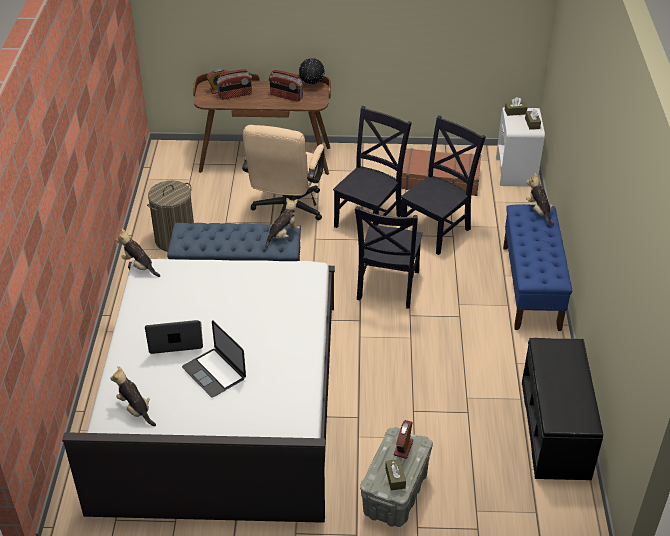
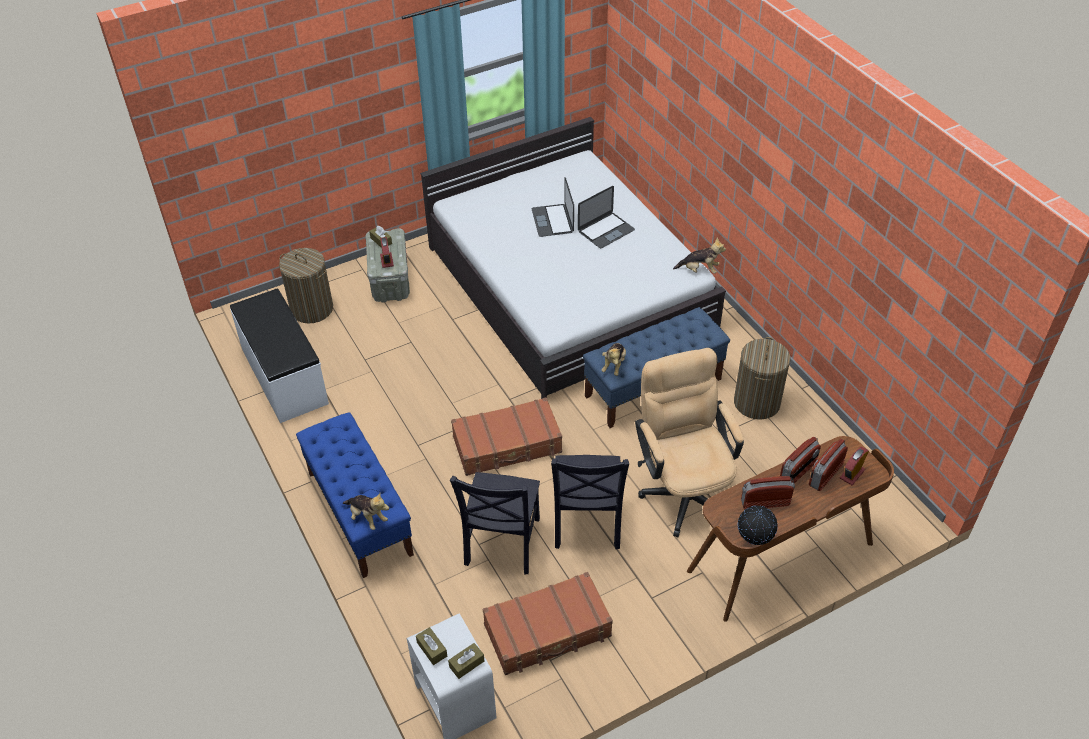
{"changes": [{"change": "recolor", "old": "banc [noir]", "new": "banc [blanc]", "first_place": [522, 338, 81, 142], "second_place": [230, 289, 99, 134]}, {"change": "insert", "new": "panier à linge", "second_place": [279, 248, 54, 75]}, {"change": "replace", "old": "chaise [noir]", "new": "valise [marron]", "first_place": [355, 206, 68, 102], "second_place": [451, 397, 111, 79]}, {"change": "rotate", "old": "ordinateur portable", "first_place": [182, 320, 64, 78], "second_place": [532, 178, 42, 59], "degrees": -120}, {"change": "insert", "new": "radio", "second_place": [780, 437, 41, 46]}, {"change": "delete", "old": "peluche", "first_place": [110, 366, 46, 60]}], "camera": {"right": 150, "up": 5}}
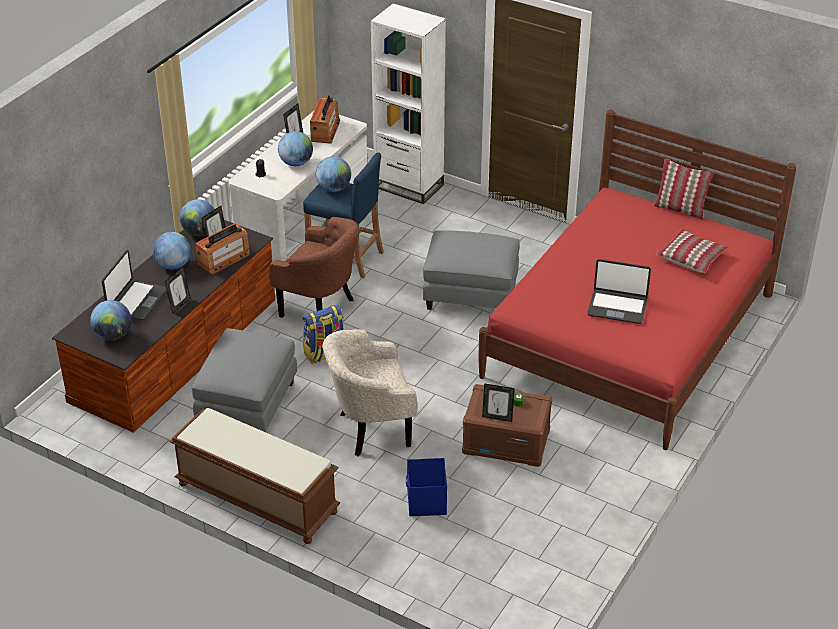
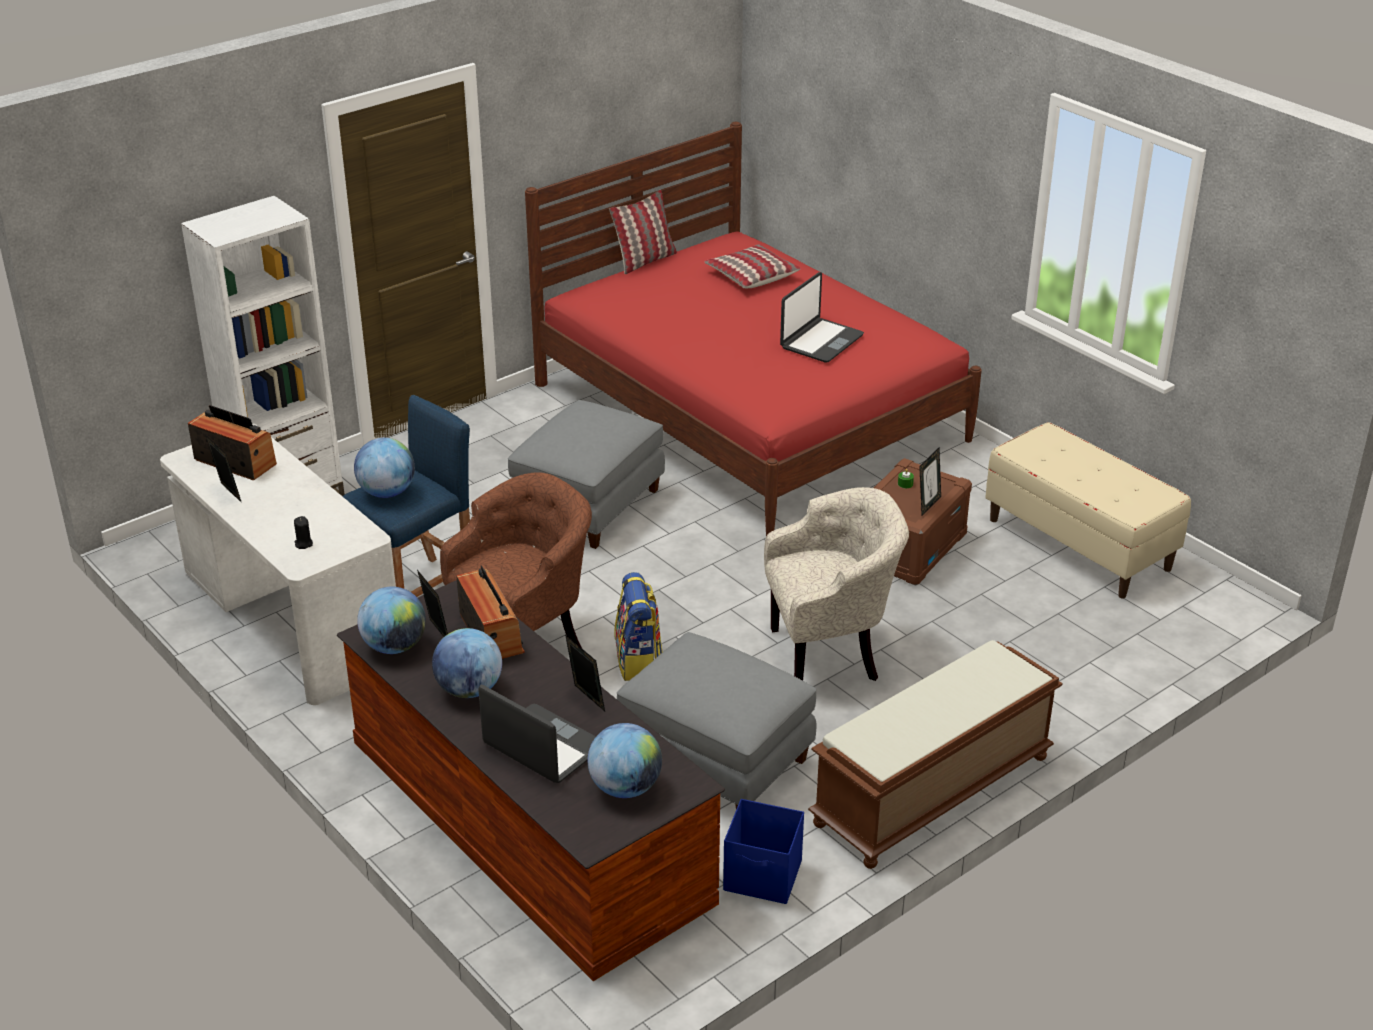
{"changes": [{"change": "move", "old": "boîte de rangement [bleu]", "first_place": [406, 458, 41, 58], "second_place": [723, 799, 81, 105]}, {"change": "rotate", "old": "fauteuil [beige]", "first_place": [322, 329, 95, 127], "second_place": [764, 487, 145, 194], "degrees": -105}, {"change": "insert", "new": "banc [beige]", "second_place": [985, 422, 206, 176]}, {"change": "delete", "old": "globe", "first_place": [278, 131, 35, 35]}], "camera": {"right": -70, "up": -5}}
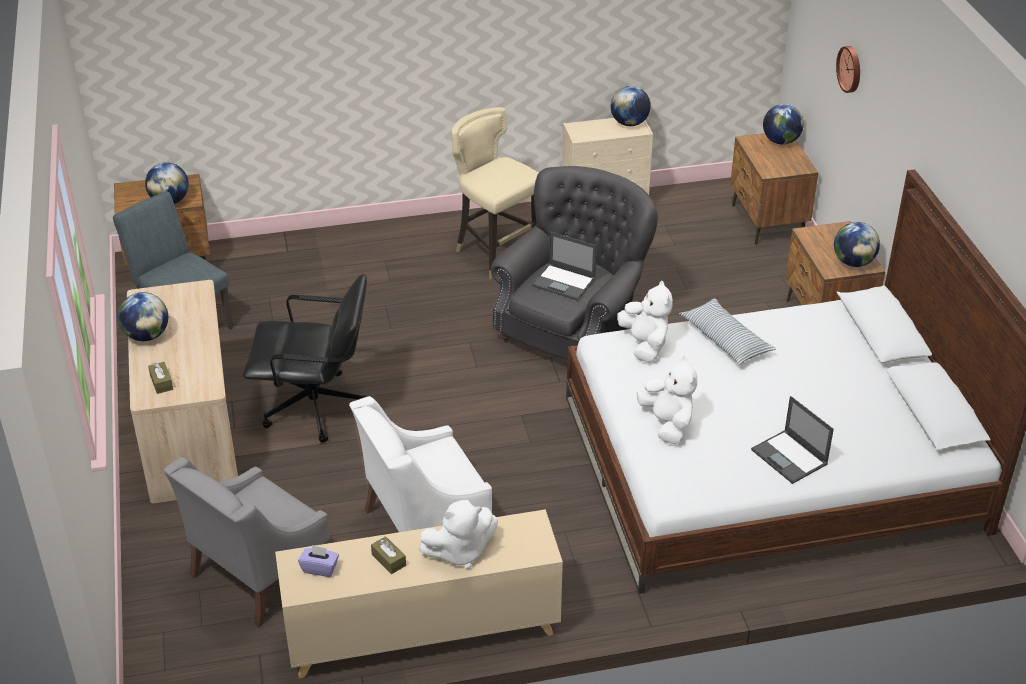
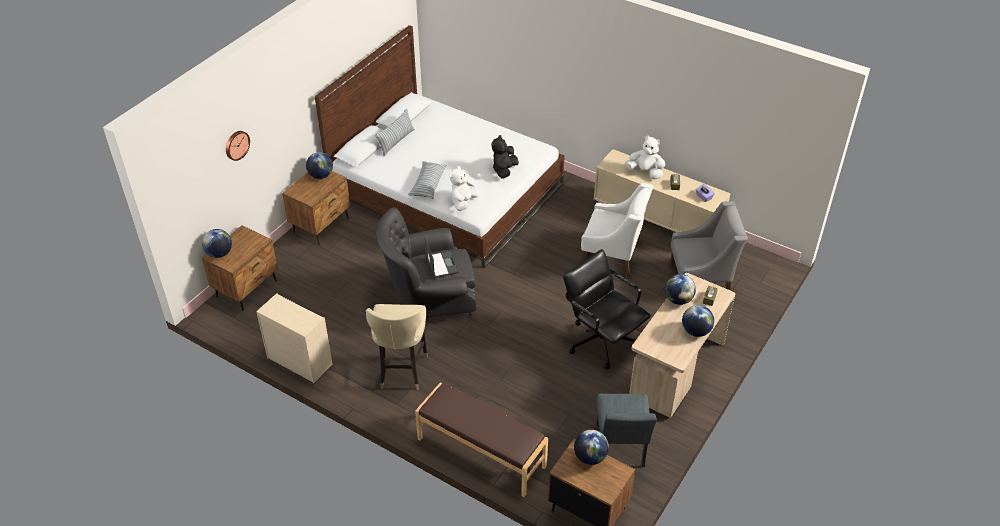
{"changes": [{"change": "insert", "new": "coussin", "second_place": [375, 109, 40, 47]}, {"change": "insert", "new": "banc [marron]", "second_place": [415, 383, 133, 114]}, {"change": "recolor", "old": "peluche [blanc]", "new": "peluche [noir]", "first_place": [637, 356, 60, 88], "second_place": [492, 135, 27, 44]}, {"change": "move", "old": "globe", "first_place": [611, 86, 40, 40], "second_place": [665, 274, 31, 31]}, {"change": "delete", "old": "ordinateur portable", "first_place": [751, 396, 83, 88]}], "camera": {"right": -135, "up": 5}}
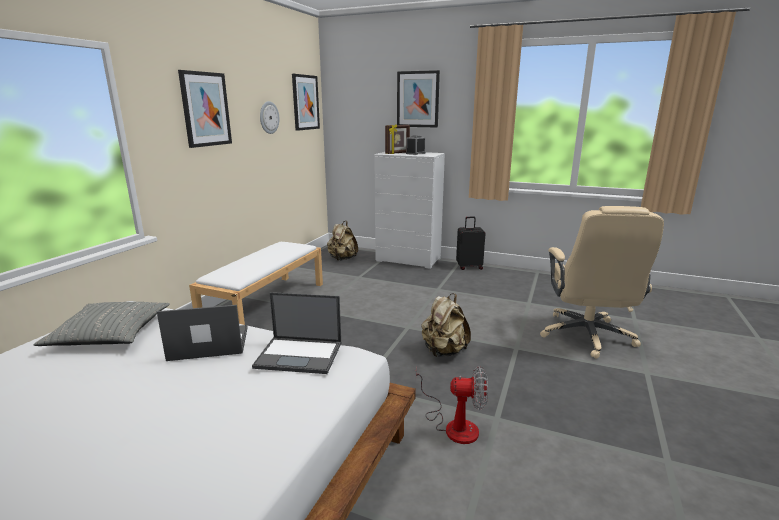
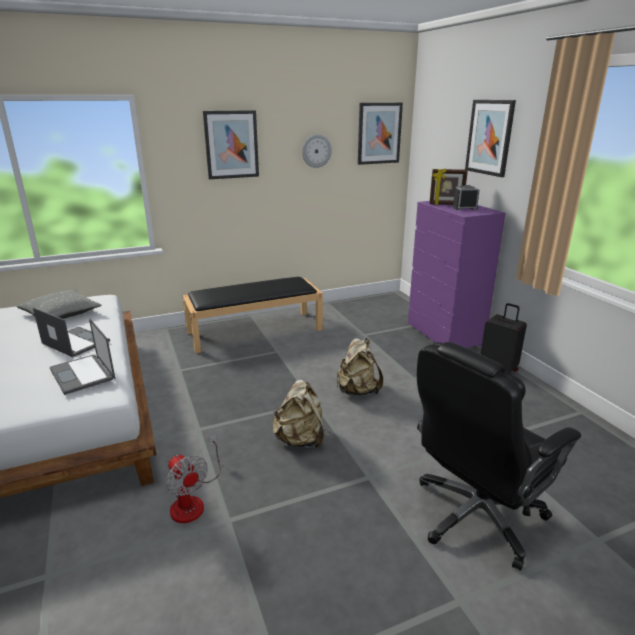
{"changes": [{"change": "recolor", "old": "banc [blanc]", "new": "banc [noir]", "first_place": [189, 242, 134, 83], "second_place": [183, 277, 140, 76]}, {"change": "move", "old": "sac à dos [beige]", "first_place": [327, 221, 31, 40], "second_place": [337, 338, 46, 58]}, {"change": "recolor", "old": "commode [blanc]", "new": "commode [violet]", "first_place": [374, 152, 71, 117], "second_place": [408, 201, 98, 147]}, {"change": "recolor", "old": "chaise de bureau [beige]", "new": "chaise de bureau [noir]", "first_place": [540, 206, 124, 153], "second_place": [417, 342, 164, 229]}], "camera": {"right": 45, "up": 5}}
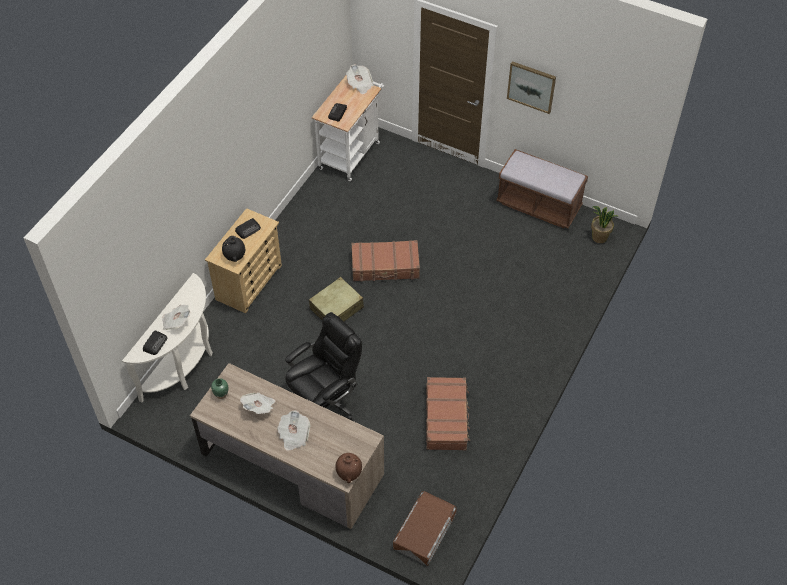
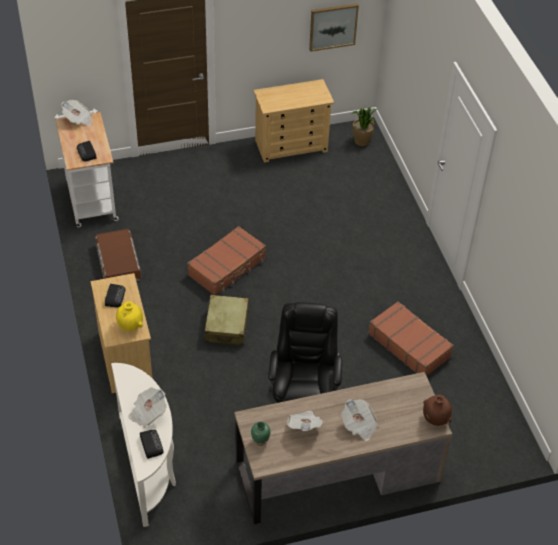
{"changes": [{"change": "move", "old": "boîte de rangement [marron]", "first_place": [393, 491, 64, 75], "second_place": [95, 229, 47, 52]}, {"change": "recolor", "old": "vase [noir]", "new": "vase [jaune]", "first_place": [222, 236, 23, 26], "second_place": [116, 301, 27, 30]}, {"change": "replace", "old": "banc [marron]", "new": "commode [beige]", "first_place": [496, 149, 92, 80], "second_place": [253, 79, 81, 84]}, {"change": "move", "old": "tableau", "first_place": [507, 61, 49, 53], "second_place": [309, 3, 50, 49]}], "camera": {"right": -45, "up": -5}}
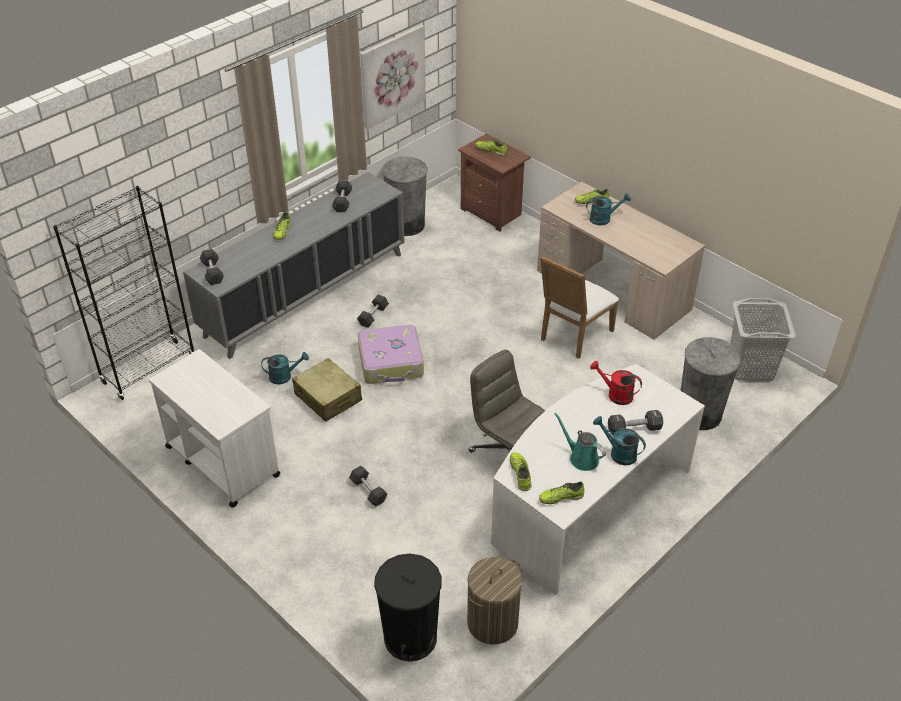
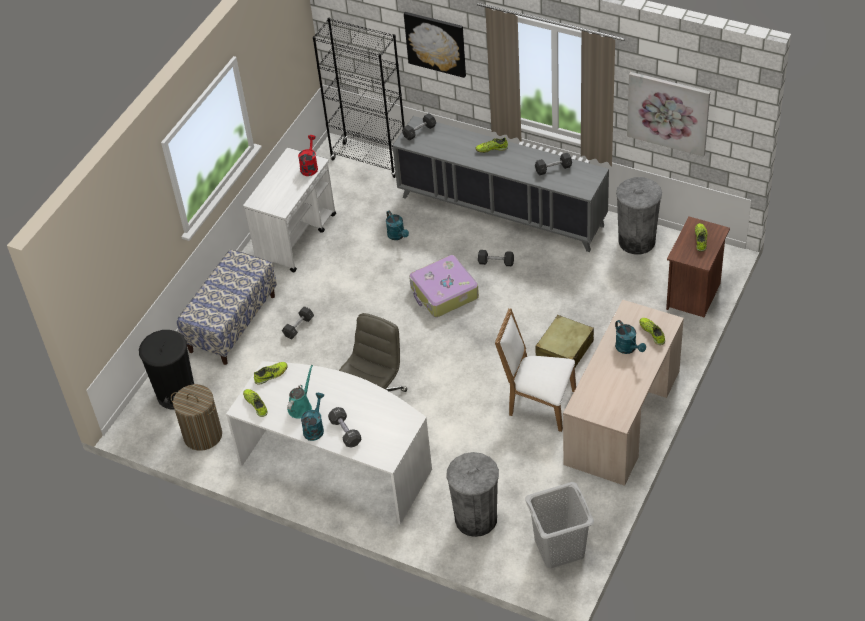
{"changes": [{"change": "insert", "new": "banc", "second_place": [177, 249, 100, 116]}, {"change": "move", "old": "arrosoir [rouge]", "first_place": [590, 361, 52, 44], "second_place": [298, 135, 20, 41]}, {"change": "insert", "new": "tableau", "second_place": [404, 12, 62, 66]}, {"change": "move", "old": "valise [beige]", "first_place": [292, 358, 70, 64], "second_place": [535, 315, 59, 52]}], "camera": {"right": 75, "up": 5}}
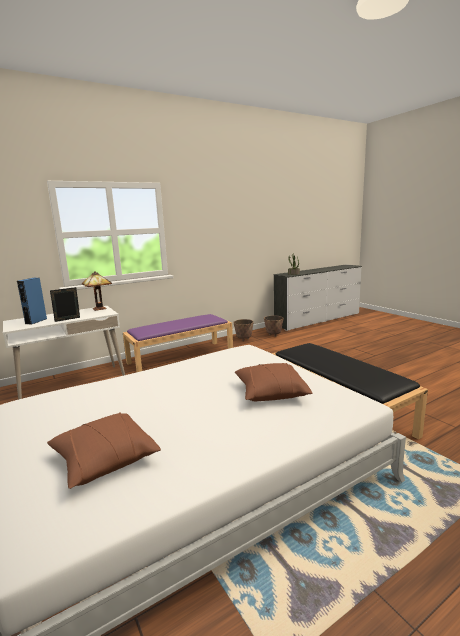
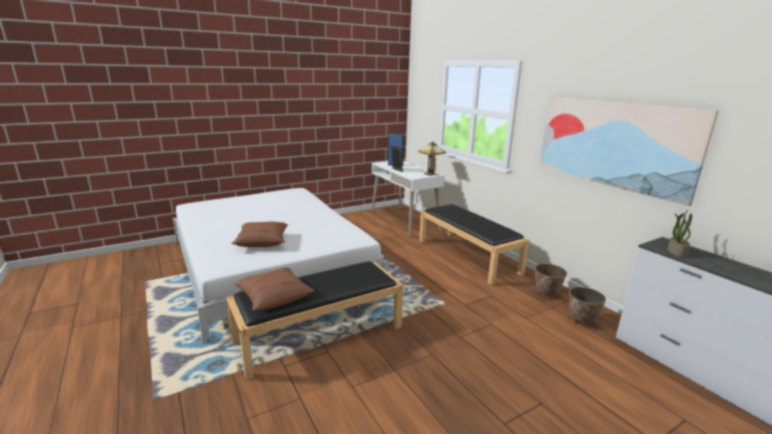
{"changes": [{"change": "move", "old": "coussin [marron]", "first_place": [47, 412, 114, 77], "second_place": [234, 267, 81, 44]}, {"change": "recolor", "old": "banc [violet]", "new": "banc [noir]", "first_place": [123, 314, 110, 58], "second_place": [419, 204, 110, 81]}, {"change": "insert", "new": "tableau", "second_place": [539, 97, 180, 109]}], "camera": {"right": 90, "up": 5}}
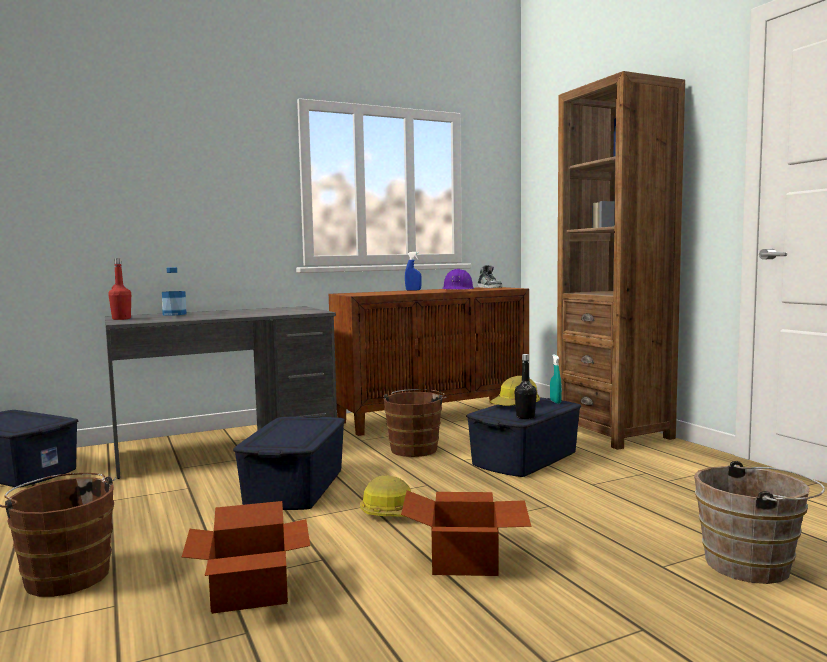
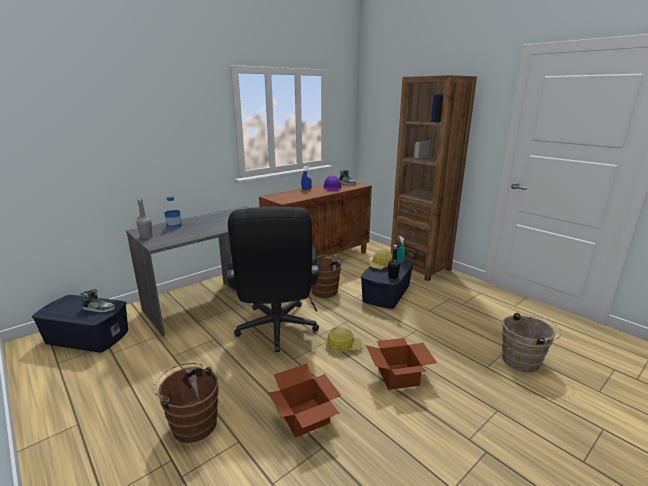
{"changes": [{"change": "insert", "new": "chaussure", "second_place": [81, 289, 34, 23]}, {"change": "recolor", "old": "bouteille [rouge]", "new": "bouteille [gris]", "first_place": [108, 259, 23, 61], "second_place": [136, 199, 17, 40]}, {"change": "replace", "old": "boîte de rangement [bleu]", "new": "chaise de bureau [noir]", "first_place": [233, 416, 112, 94], "second_place": [227, 206, 92, 146]}], "camera": {"right": -15, "up": 15}}
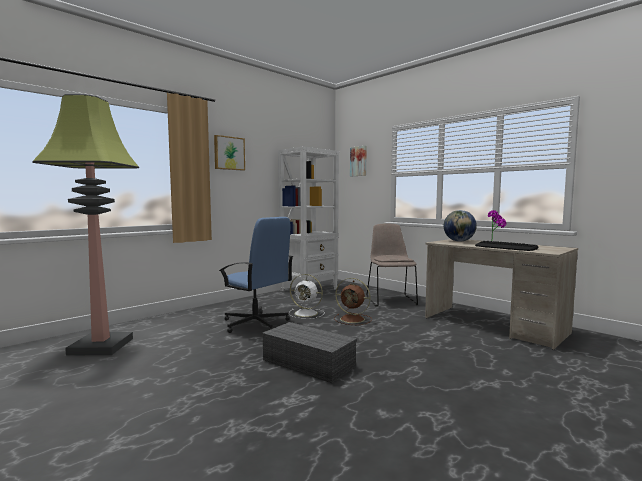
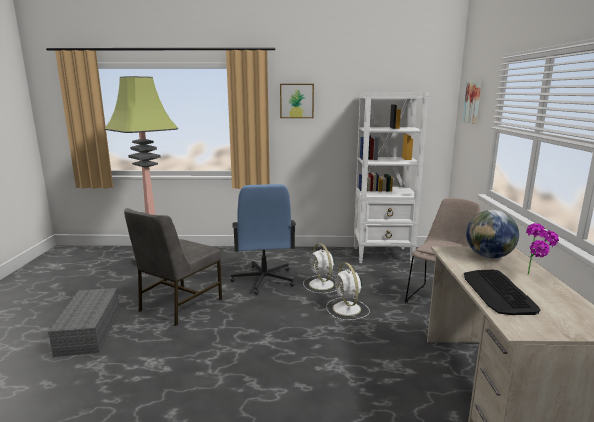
{"changes": [{"change": "move", "old": "boîte de rangement [gris]", "first_place": [262, 322, 95, 61], "second_place": [48, 288, 72, 69]}, {"change": "insert", "new": "chaise [gris]", "second_place": [124, 208, 98, 118]}, {"change": "recolor", "old": "ventilateur [marron]", "new": "ventilateur [blanc]", "first_place": [334, 278, 38, 47], "second_place": [326, 263, 44, 57]}], "camera": {"right": 45, "up": 10}}
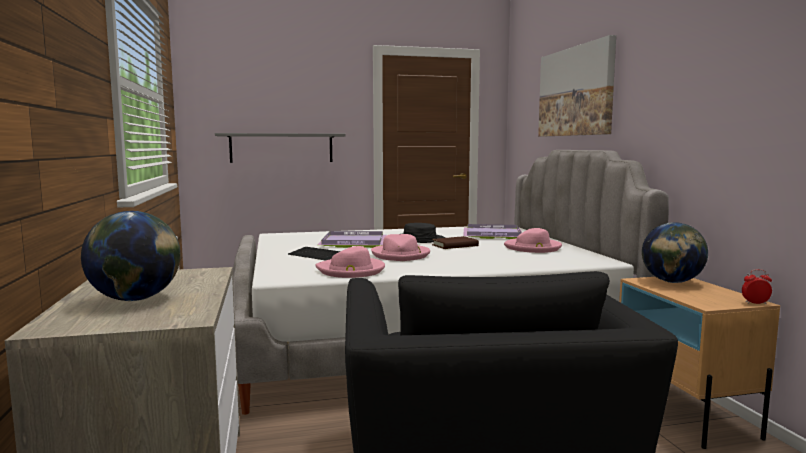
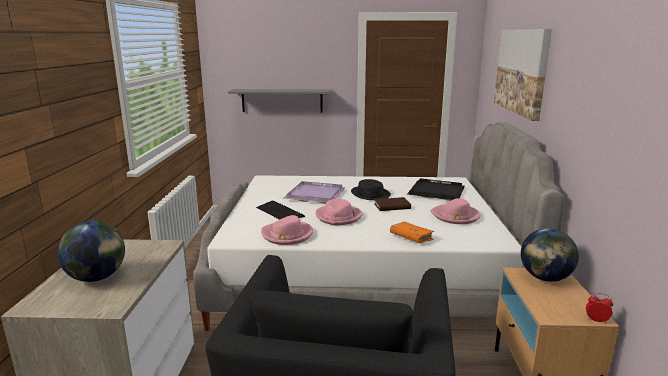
{"changes": [{"change": "insert", "new": "livre [orange]", "second_place": [390, 221, 44, 23]}, {"change": "recolor", "old": "plateau [violet]", "new": "plateau [noir]", "first_place": [463, 224, 60, 15], "second_place": [407, 178, 58, 23]}], "camera": {"right": 15, "up": 10}}
